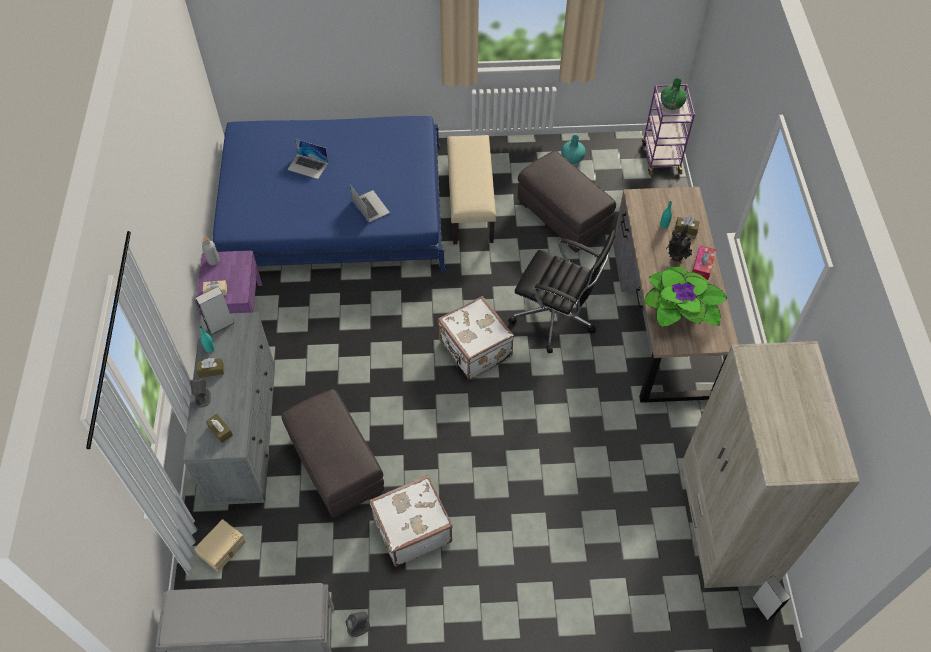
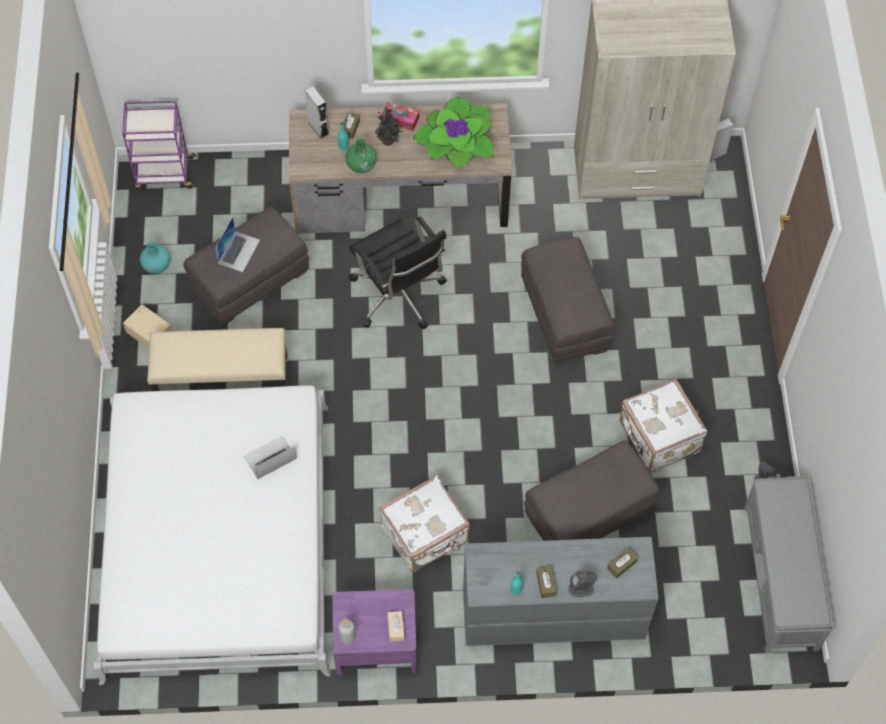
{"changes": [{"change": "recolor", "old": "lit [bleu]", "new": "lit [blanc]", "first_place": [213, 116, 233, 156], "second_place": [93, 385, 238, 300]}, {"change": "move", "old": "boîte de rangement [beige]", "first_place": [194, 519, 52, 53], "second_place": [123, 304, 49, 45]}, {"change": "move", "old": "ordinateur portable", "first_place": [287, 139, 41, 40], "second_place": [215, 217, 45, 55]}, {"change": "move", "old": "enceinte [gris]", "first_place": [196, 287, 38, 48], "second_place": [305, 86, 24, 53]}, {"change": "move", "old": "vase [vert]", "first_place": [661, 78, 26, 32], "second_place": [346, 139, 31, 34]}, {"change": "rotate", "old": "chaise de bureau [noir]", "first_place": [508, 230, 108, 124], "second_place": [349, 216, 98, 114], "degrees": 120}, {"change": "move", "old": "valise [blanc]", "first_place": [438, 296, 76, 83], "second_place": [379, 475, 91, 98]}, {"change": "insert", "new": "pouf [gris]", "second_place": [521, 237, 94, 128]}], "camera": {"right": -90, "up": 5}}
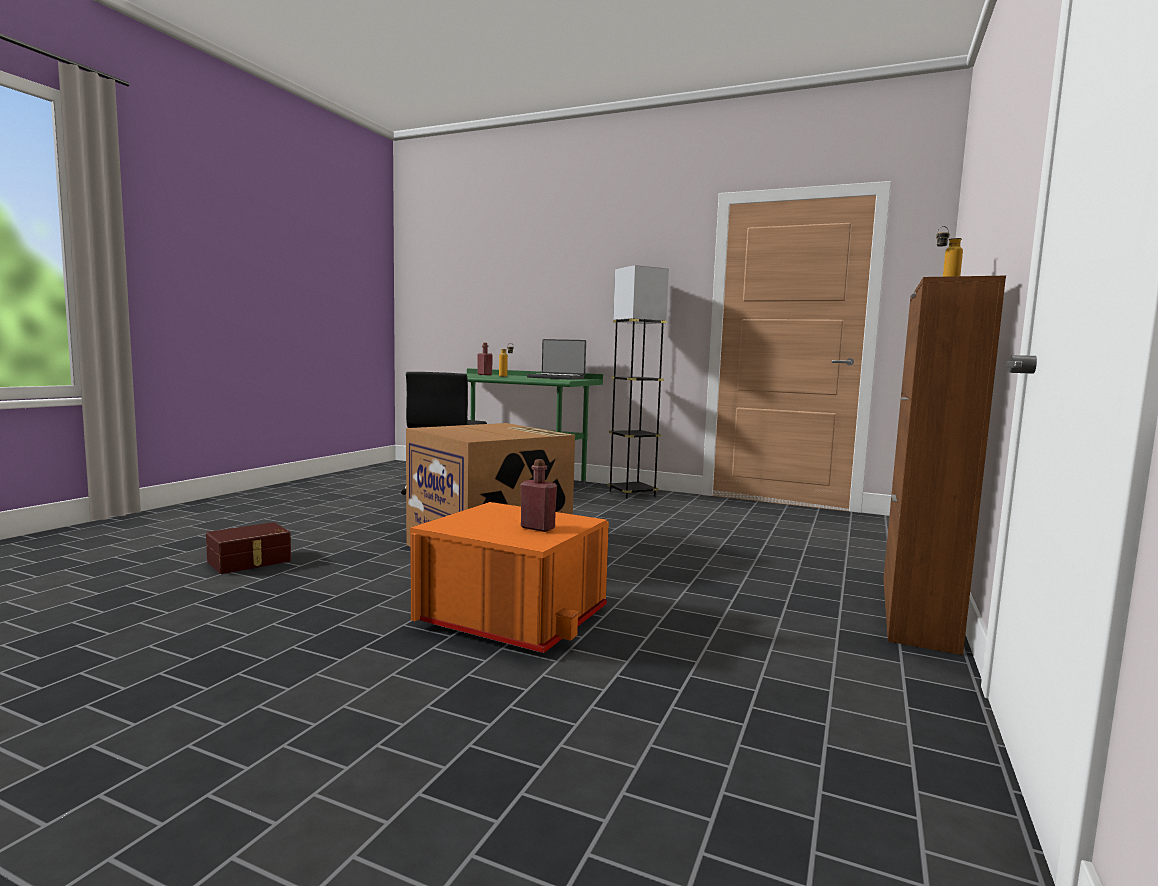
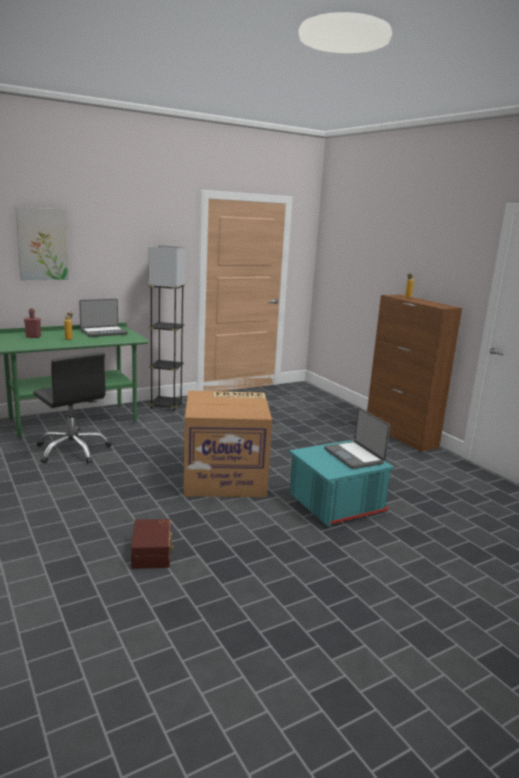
{"changes": [{"change": "insert", "new": "tableau", "second_place": [15, 207, 54, 73]}, {"change": "recolor", "old": "boîte de rangement [orange]", "new": "boîte de rangement [turquoise]", "first_place": [410, 502, 199, 151], "second_place": [289, 440, 105, 86]}, {"change": "replace", "old": "bouteille [rouge]", "new": "ordinateur portable", "first_place": [521, 459, 36, 73], "second_place": [324, 408, 66, 61]}], "camera": {"right": -55, "up": 10}}
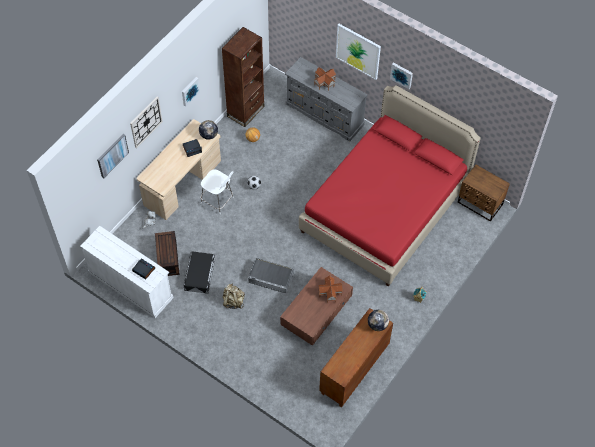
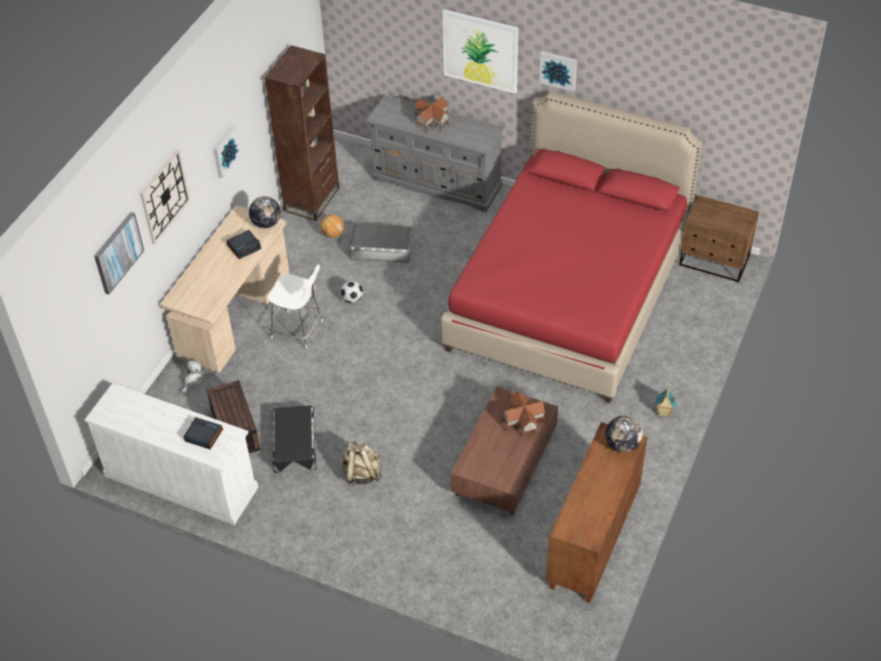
{"changes": [{"change": "move", "old": "boîte de rangement [gris]", "first_place": [248, 258, 45, 35], "second_place": [349, 223, 65, 40]}], "camera": {"right": -10, "up": -10}}
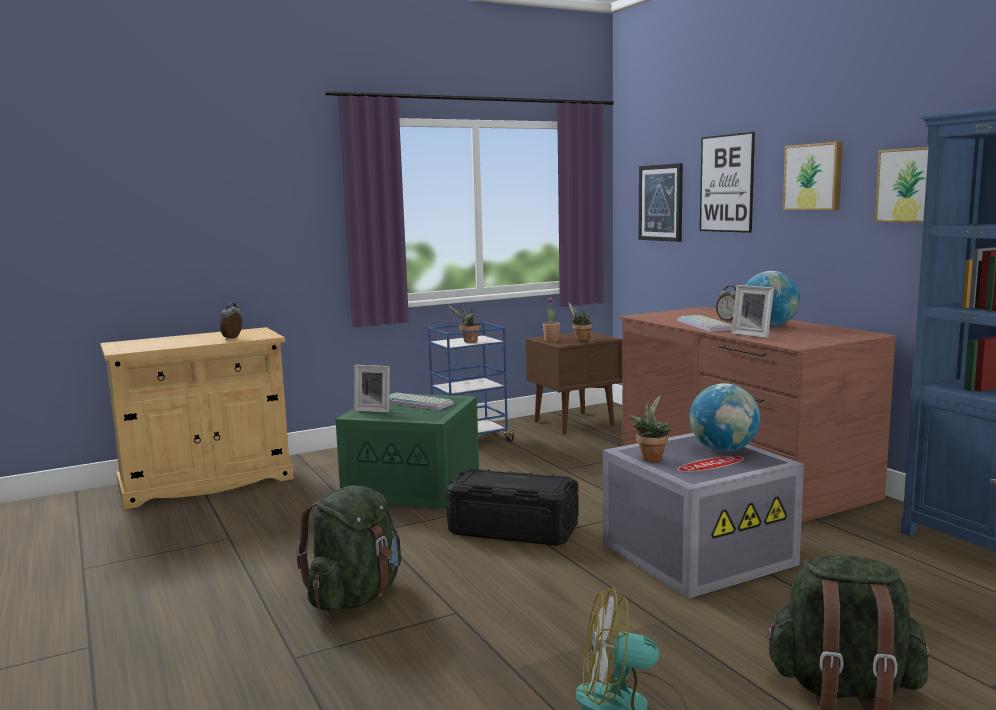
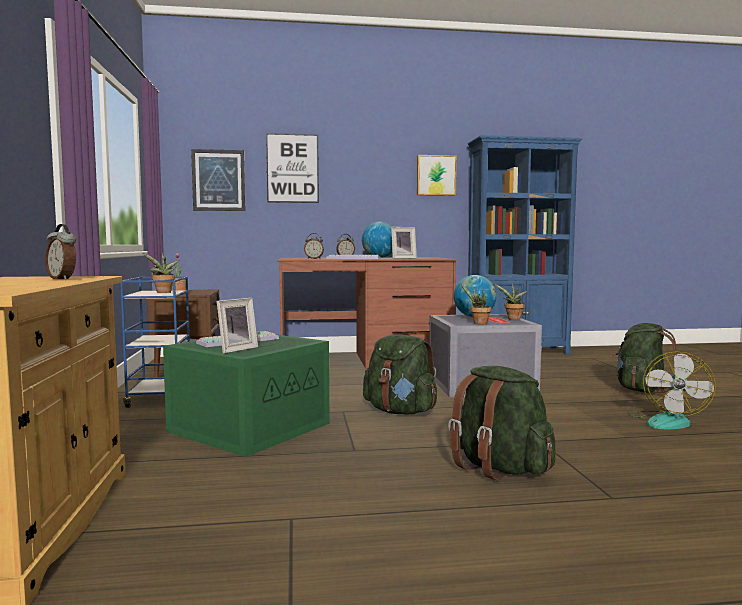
{"changes": [{"change": "insert", "new": "réveil", "second_place": [304, 233, 20, 26]}, {"change": "replace", "old": "boîte de rangement [noir]", "new": "sac à dos [vert]", "first_place": [446, 469, 133, 77], "second_place": [363, 334, 74, 81]}, {"change": "move", "old": "plante en pot", "first_place": [568, 302, 24, 39], "second_place": [494, 284, 33, 36]}, {"change": "delete", "old": "tableau", "first_place": [783, 142, 60, 68]}], "camera": {"right": -70, "up": -5}}
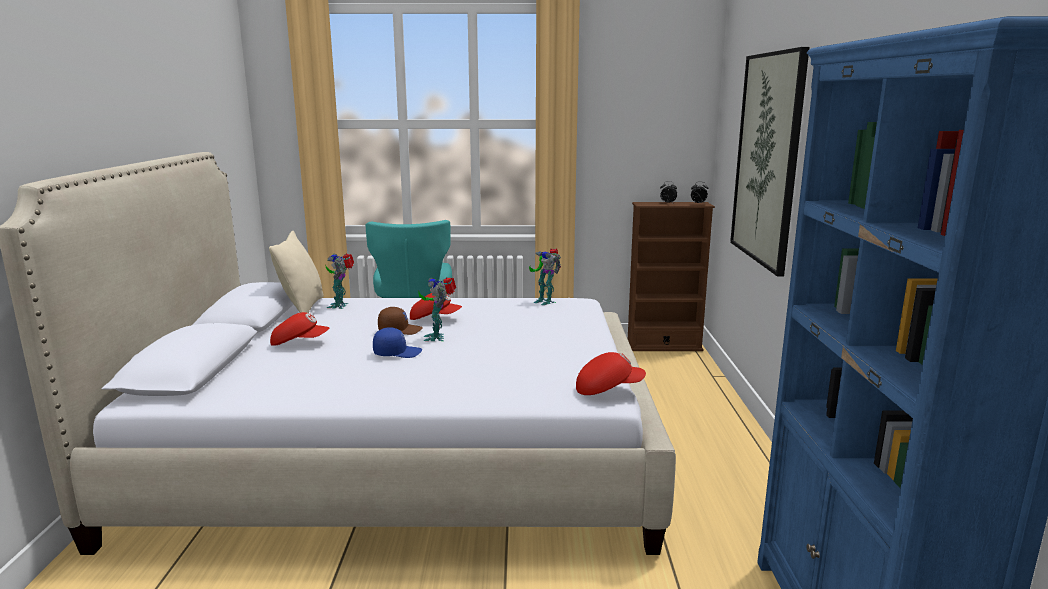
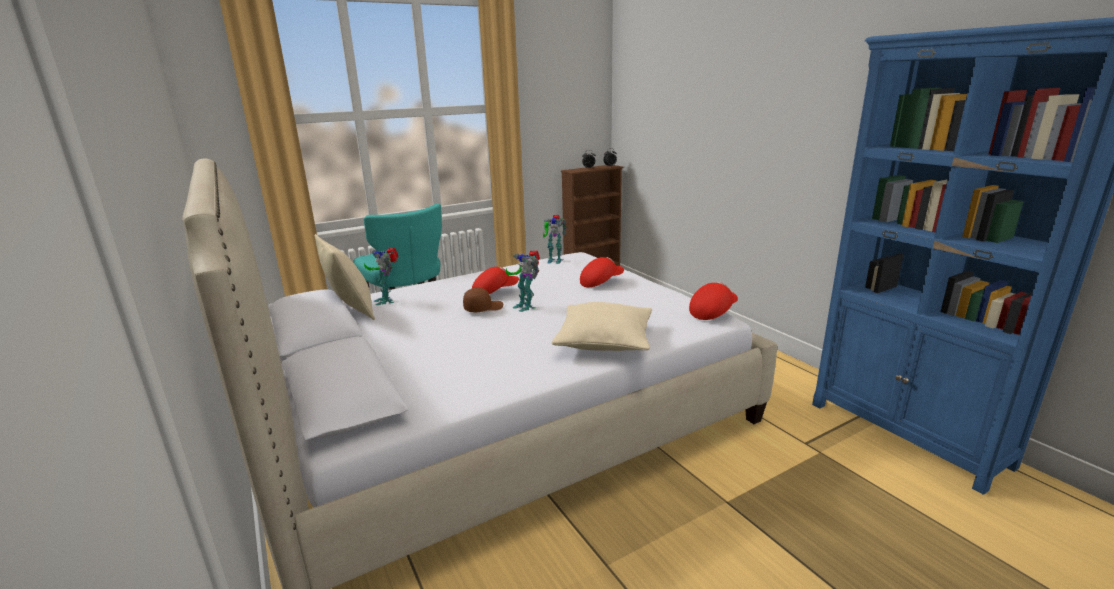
{"changes": [{"change": "insert", "new": "coussin [beige]", "second_place": [552, 302, 100, 49]}, {"change": "move", "old": "casquette [rouge]", "first_place": [270, 312, 59, 34], "second_place": [580, 257, 44, 30]}, {"change": "delete", "old": "casquette [bleu]", "first_place": [373, 327, 49, 31]}, {"change": "delete", "old": "tableau", "first_place": [730, 47, 79, 229]}], "camera": {"right": -30, "up": 5}}
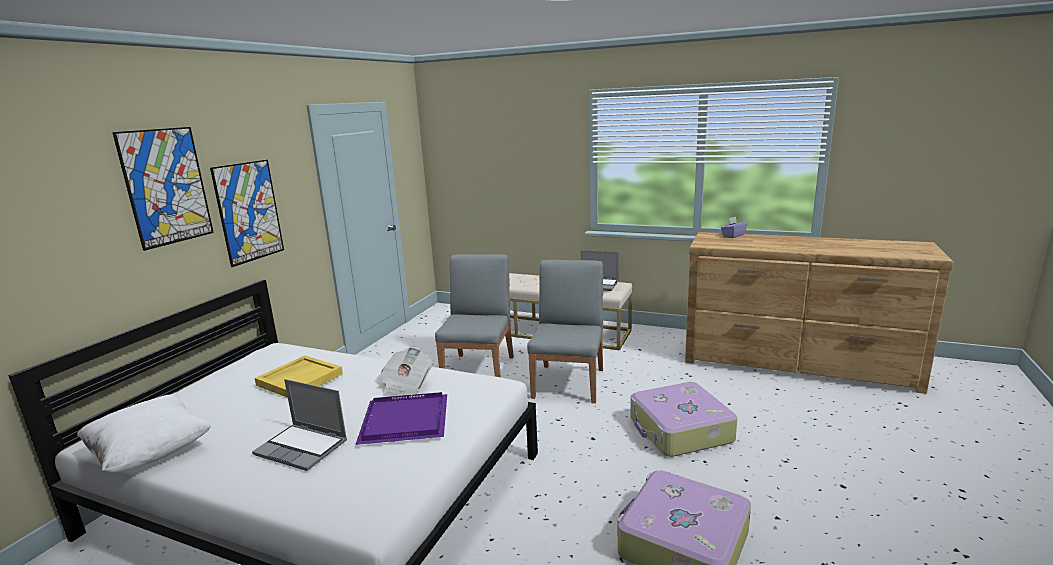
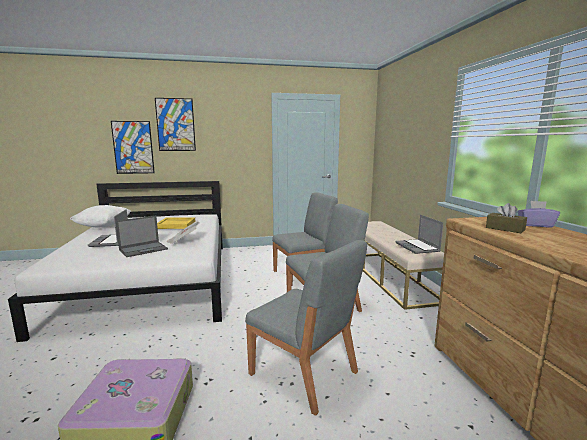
{"changes": [{"change": "move", "old": "tableau", "first_place": [210, 160, 74, 107], "second_place": [111, 121, 44, 53]}, {"change": "replace", "old": "plateau [violet]", "new": "ordinateur portable", "first_place": [355, 392, 92, 53], "second_place": [116, 216, 52, 41]}, {"change": "replace", "old": "valise", "new": "chaise [gris]", "first_place": [630, 382, 107, 75], "second_place": [245, 240, 122, 176]}, {"change": "insert", "new": "boîte à mouchoirs [marron]", "second_place": [486, 203, 41, 30]}], "camera": {"right": 55, "up": -5}}
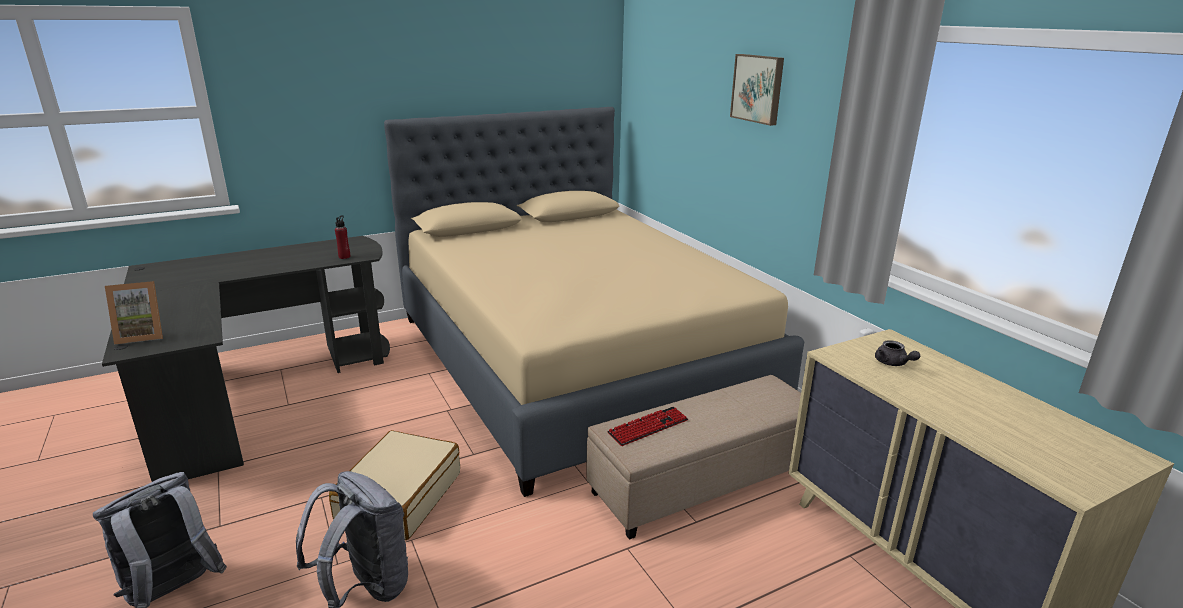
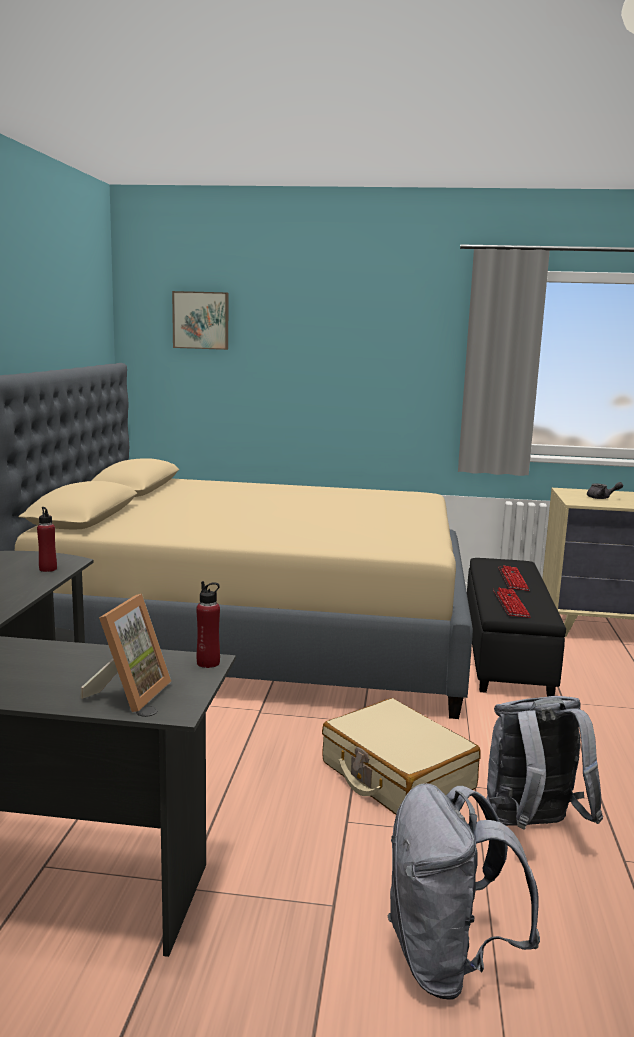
{"changes": [{"change": "move", "old": "tableau", "first_place": [730, 54, 54, 72], "second_place": [172, 291, 56, 59]}, {"change": "insert", "new": "bouteille [rouge]", "second_place": [196, 581, 24, 87]}, {"change": "recolor", "old": "pouf [beige]", "new": "pouf [noir]", "first_place": [587, 375, 214, 165], "second_place": [467, 558, 99, 139]}, {"change": "insert", "new": "clavier", "second_place": [498, 565, 32, 26]}], "camera": {"right": -55, "up": -10}}
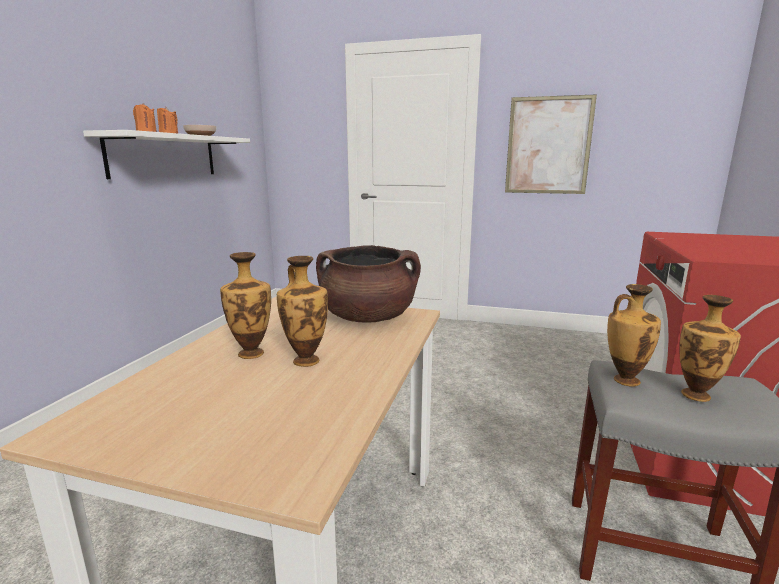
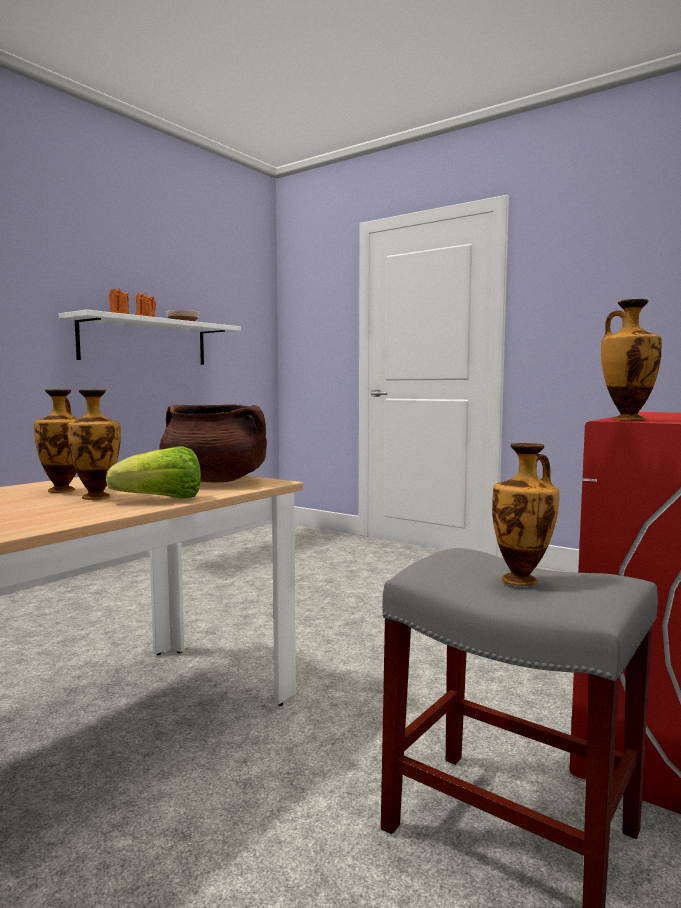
{"changes": [{"change": "insert", "new": "laitue", "second_place": [106, 446, 95, 52]}, {"change": "move", "old": "vase", "first_place": [607, 284, 54, 103], "second_place": [601, 299, 61, 122]}, {"change": "delete", "old": "tableau", "first_place": [505, 94, 92, 100]}], "camera": {"right": 20, "up": -10}}
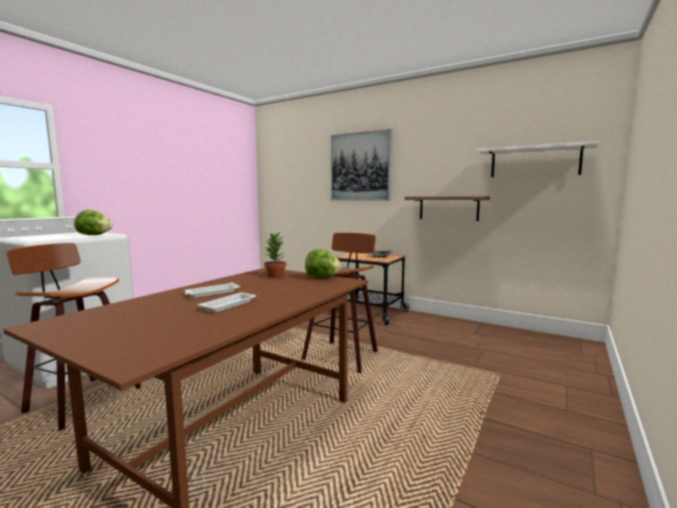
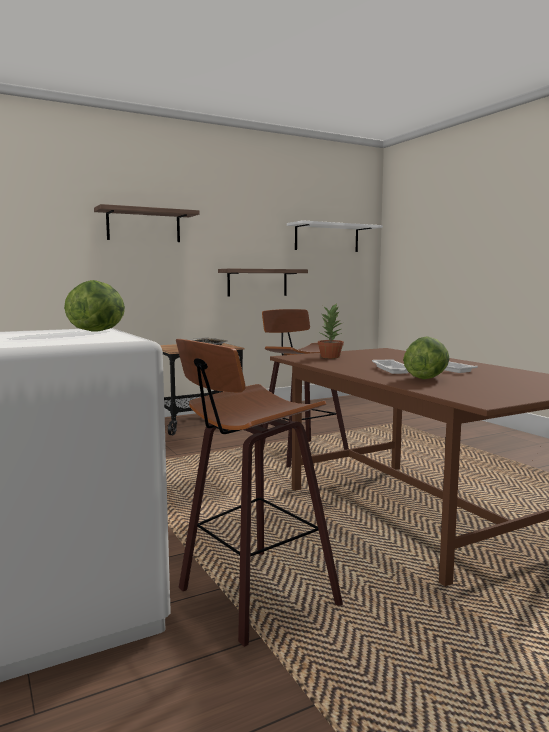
{"changes": [{"change": "replace", "old": "tableau", "new": "étagère", "first_place": [331, 129, 61, 72], "second_place": [94, 204, 106, 38]}, {"change": "move", "old": "laitue", "first_place": [305, 249, 37, 29], "second_place": [403, 336, 47, 43]}], "camera": {"right": -60, "up": 0}}
